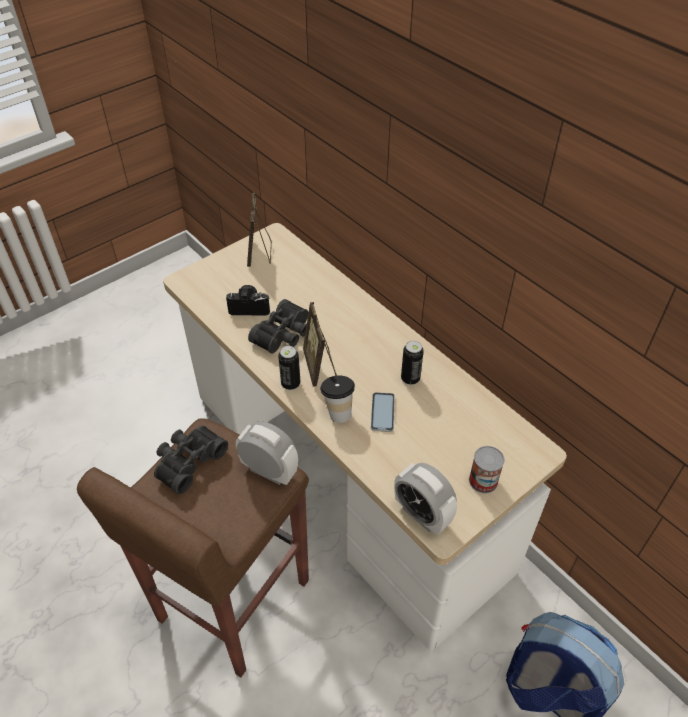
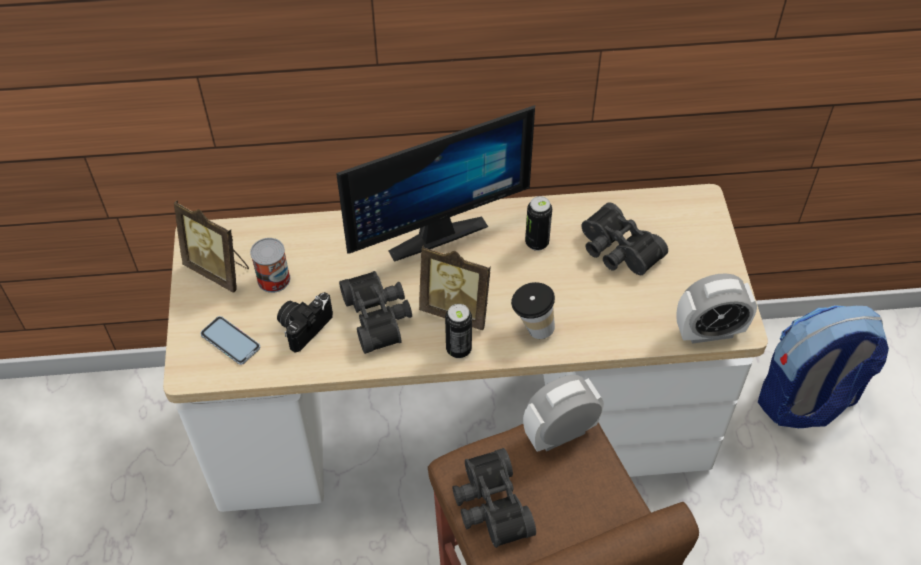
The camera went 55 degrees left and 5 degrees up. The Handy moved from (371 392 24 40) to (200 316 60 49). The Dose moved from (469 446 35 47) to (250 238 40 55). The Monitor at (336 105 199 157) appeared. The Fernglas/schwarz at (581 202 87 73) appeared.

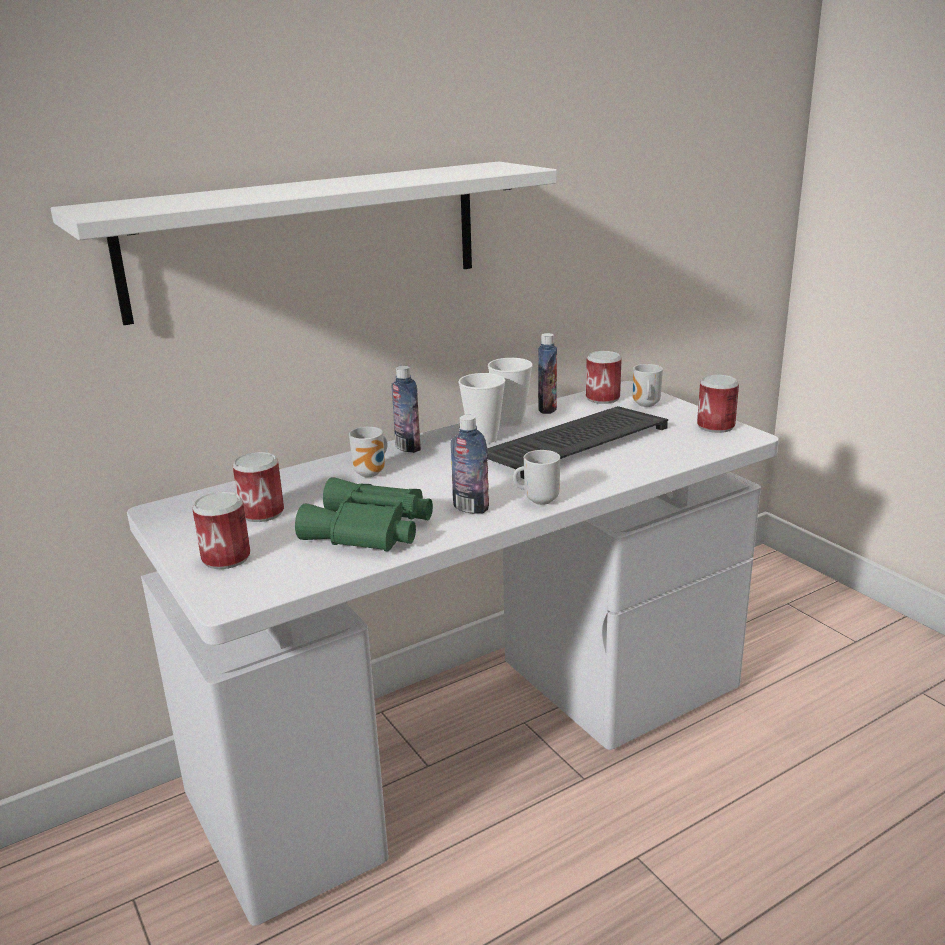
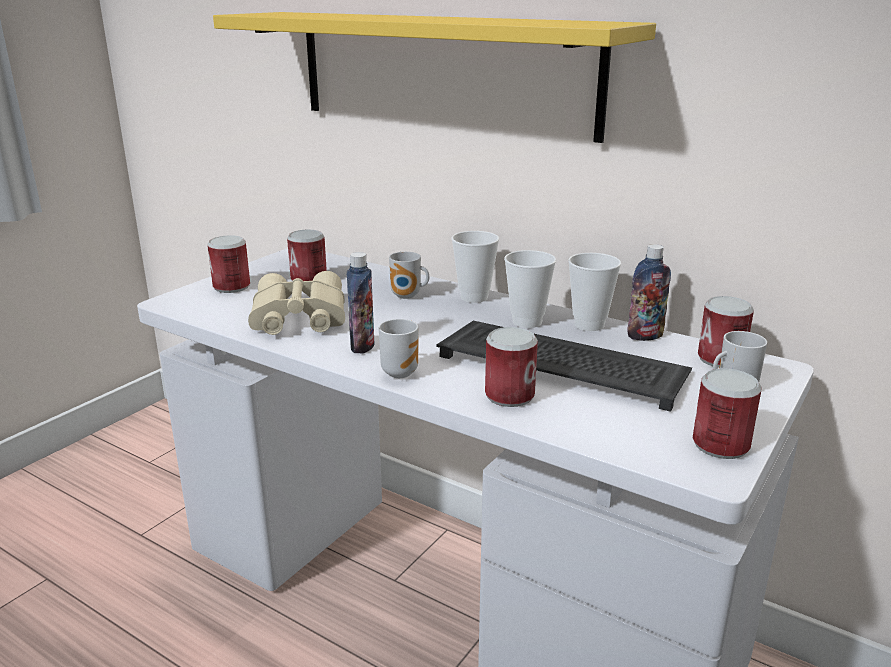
The camera went 65 degrees right and 0 degrees up. The Wandregal/weiß at (51 161 506 164) became the Wandregal/gelb at (213 12 443 131). The Fernglas/grün at (295 477 138 75) became the Fernglas/beige at (248 271 97 64). The Flasche at (391 366 30 87) was replaced by the Tasse at (452 231 47 72). The Dose at (485 327 53 80) appeared.

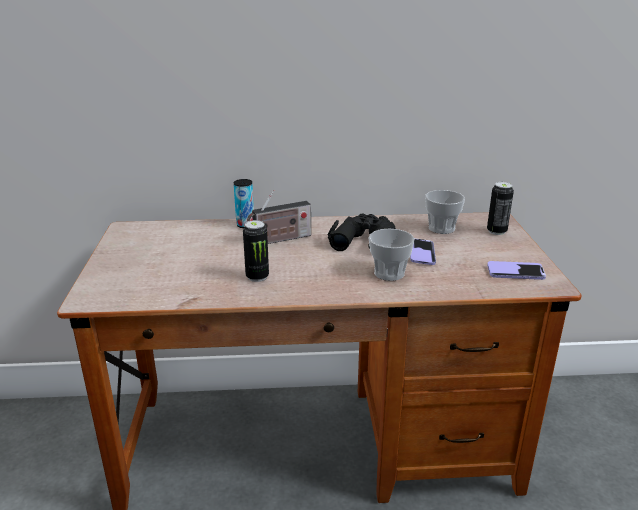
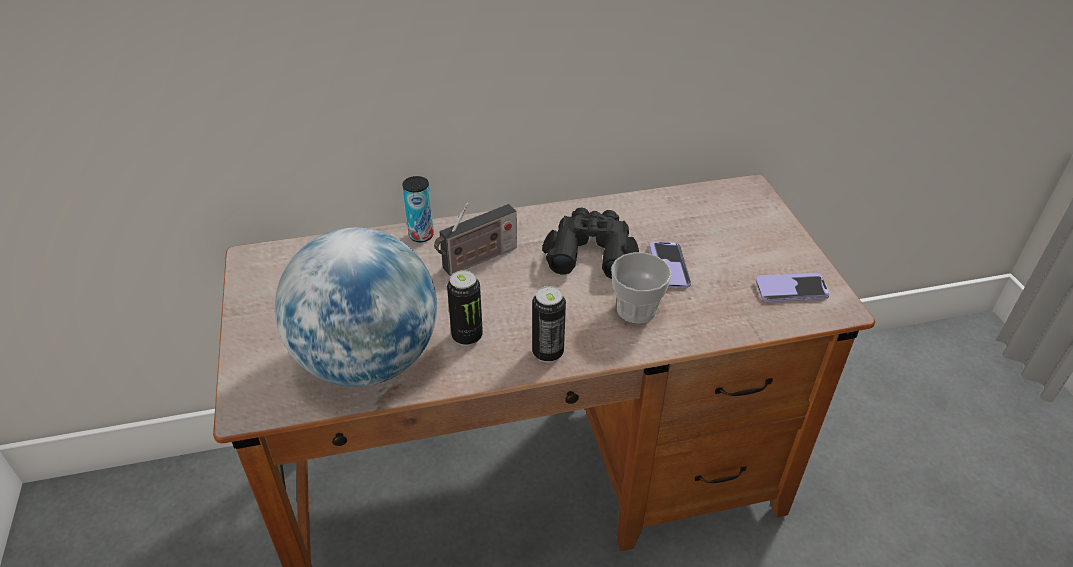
The camera went 10 degrees left and 15 degrees up. The Globus at (275 228 162 159) appeared. The Dose moved from (487 182 27 53) to (532 286 34 77). The Tasse at (425 190 40 44) disappeared.

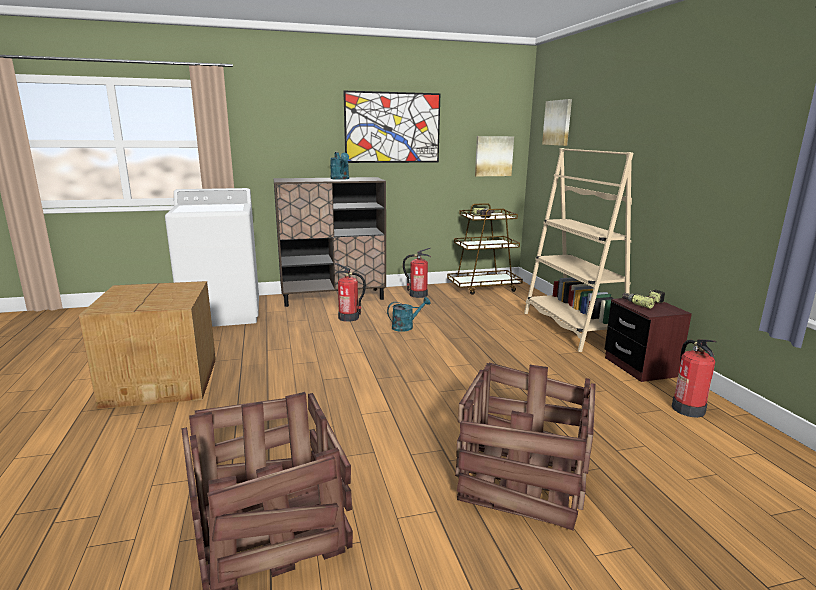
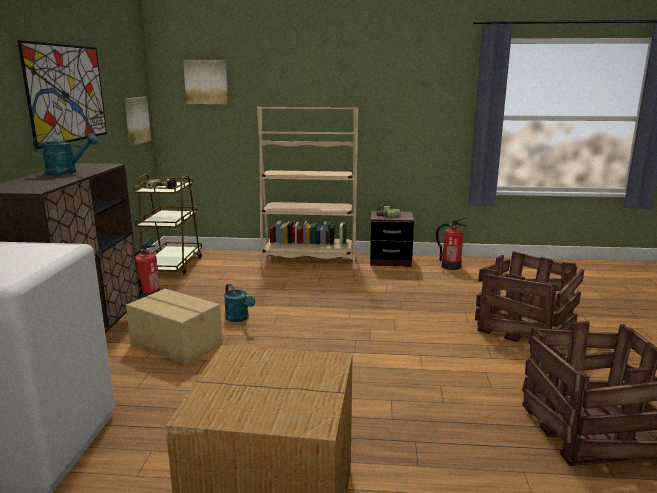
The camera went 70 degrees left and 0 degrees up. The Feuerlöscher at (335 263 31 59) was replaced by the Karton at (126 289 97 76). The Gießkanne/türkis at (387 297 44 35) turned 150 degrees clockwise.

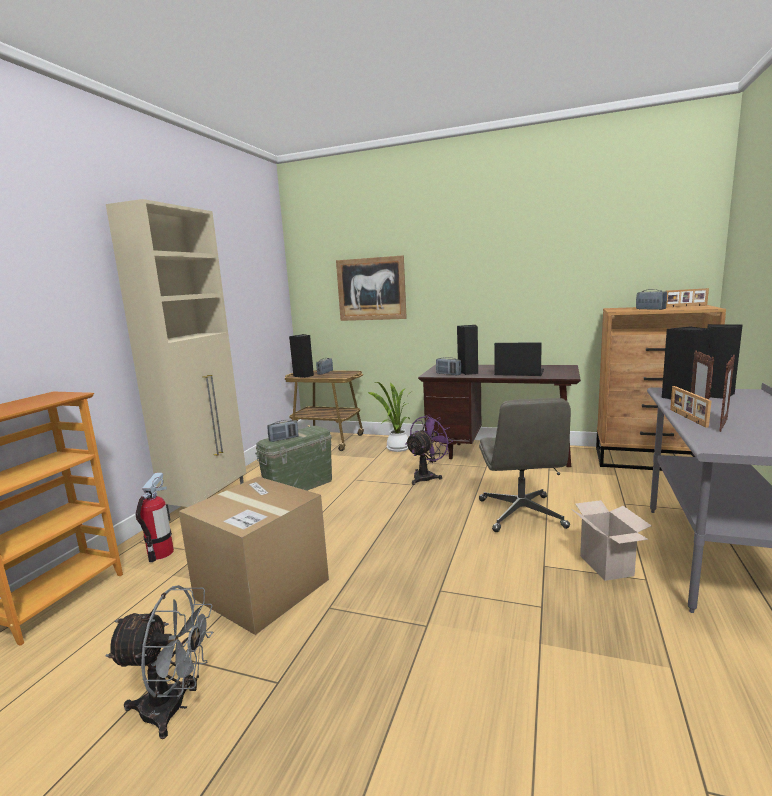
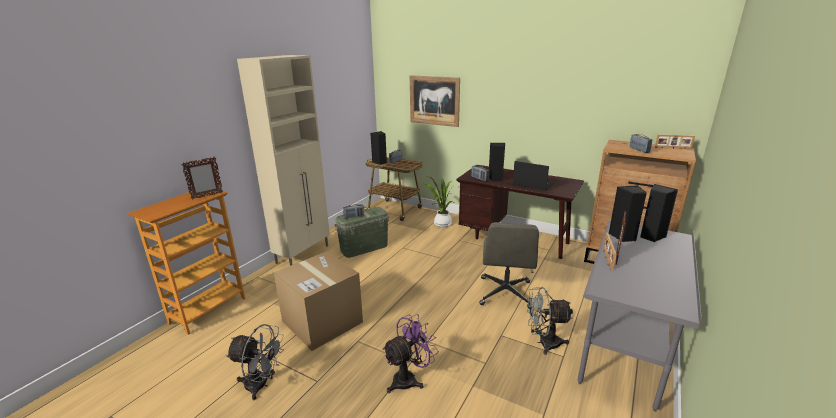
The camera went 10 degrees right and 10 degrees up. The Bilderrahmen moved from (719 355 16 77) to (181 157 42 43). The Ventilator/lila moved from (405 415 48 70) to (382 314 57 79). The Karton at (571 500 81 81) was replaced by the Ventilator/grau at (527 287 46 68). The Feuerlöscher at (135 473 39 89) disappeared.

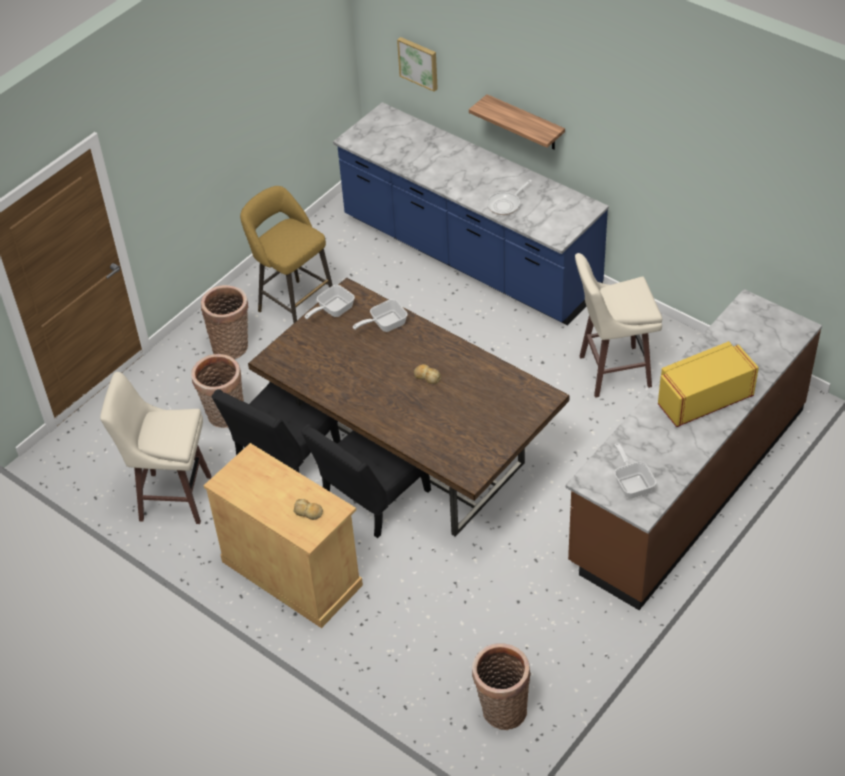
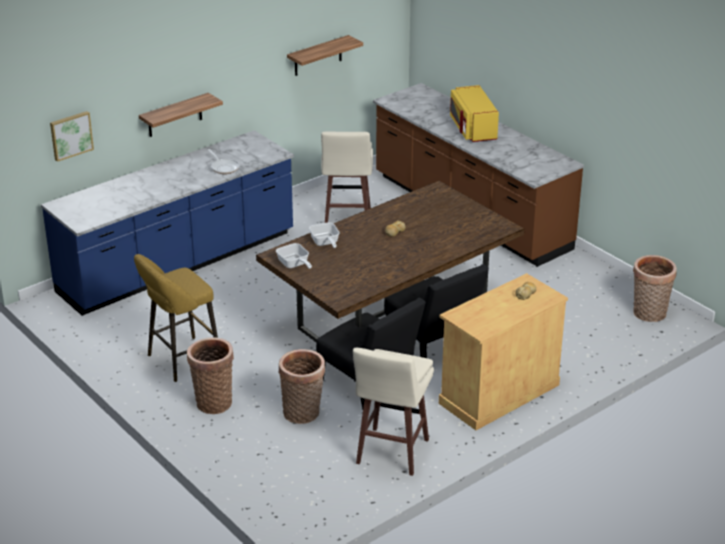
The camera went 80 degrees left and 15 degrees down. The Wandregal at (287 35 76 41) appeared. The Pfanne at (614 443 42 56) disappeared.

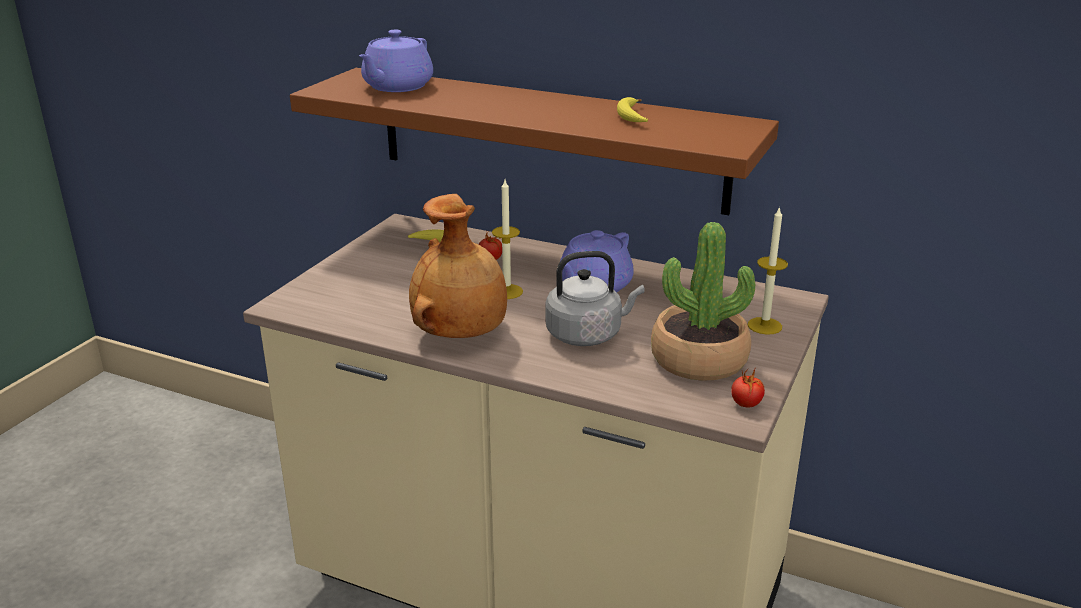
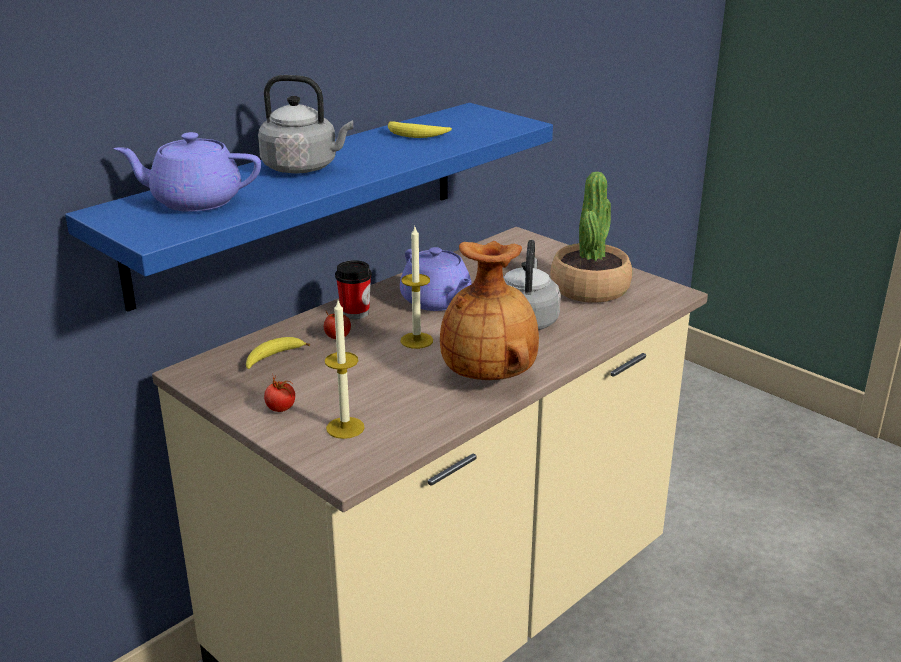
The camera went 70 degrees left and 0 degrees up. The Wandregal/braun at (290 68 489 147) became the Wandregal/blau at (65 103 488 209). The Teekanne/lila at (359 30 74 62) turned 135 degrees clockwise. The Wasserkessel/grau at (258 75 95 98) appeared. The Tomate moved from (731 368 34 39) to (264 376 31 36). The Kerze moved from (748 206 40 129) to (325 301 40 138). The Tasse at (335 260 37 59) appeared.

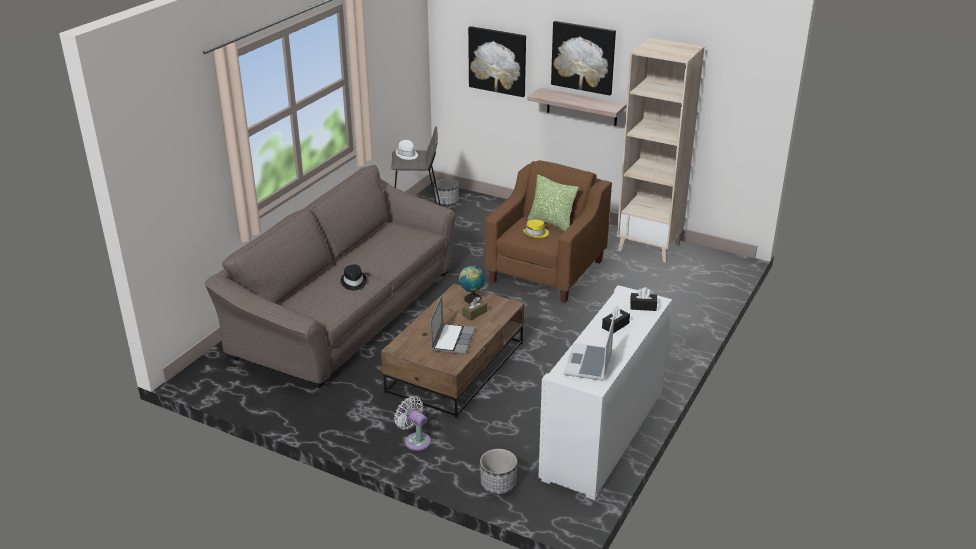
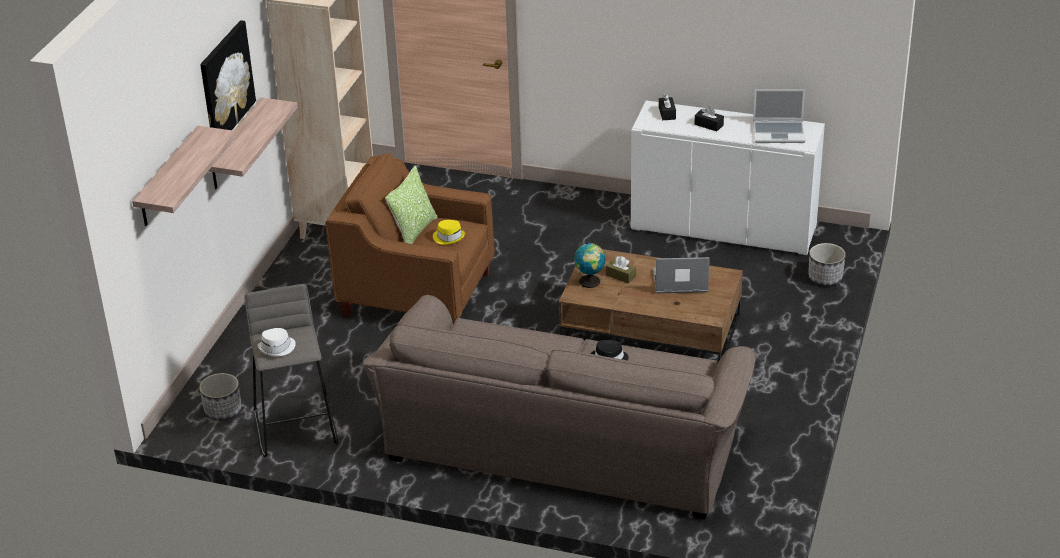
The camera went 100 degrees left and 5 degrees up. The Bild at (468 26 58 71) was replaced by the Wandregal at (132 126 105 100). The Ventilator/weiß at (394 396 37 55) disappeared.

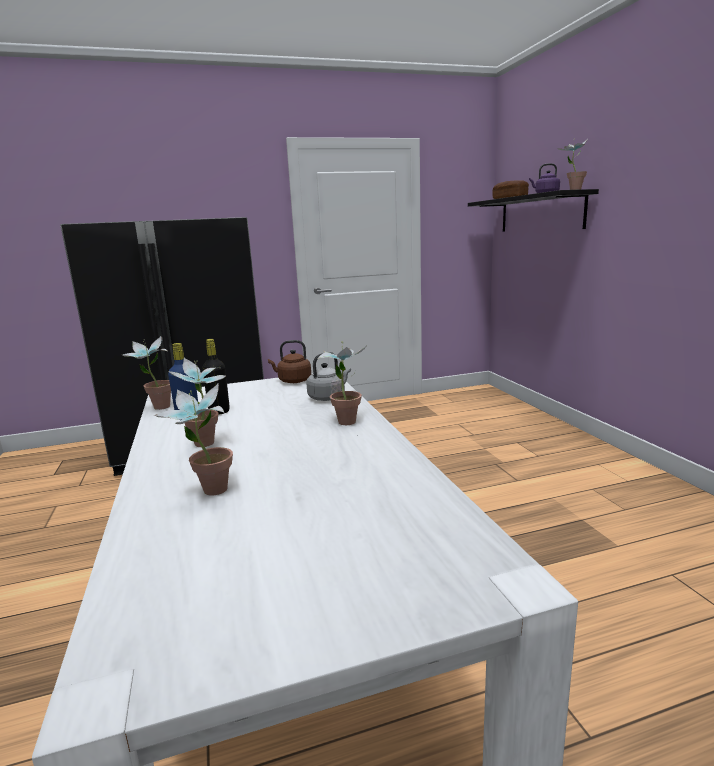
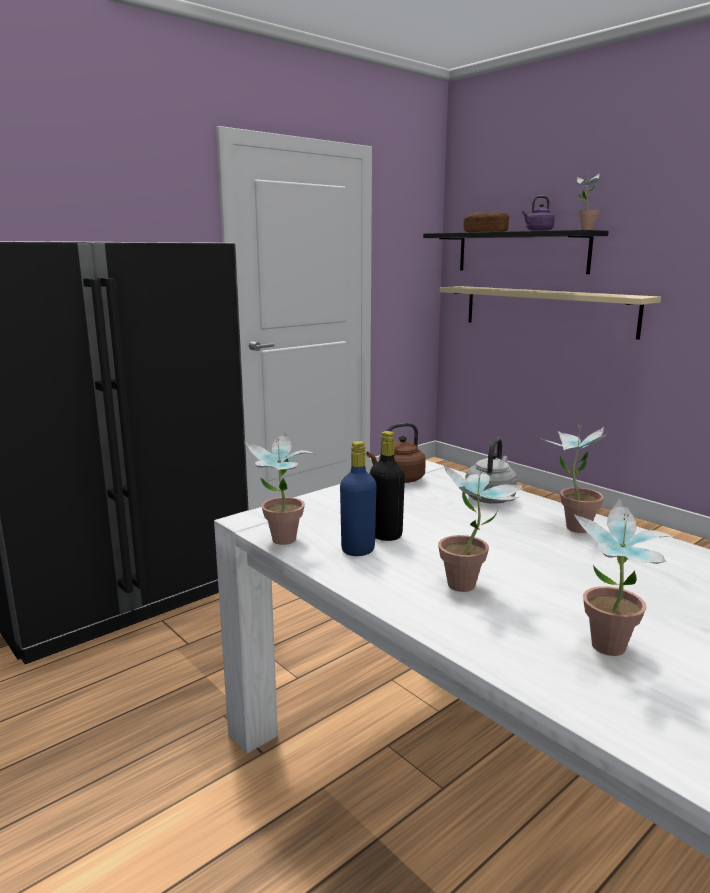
The camera went 25 degrees left and 0 degrees up. The Wandregal/beige at (440 286 221 54) appeared.

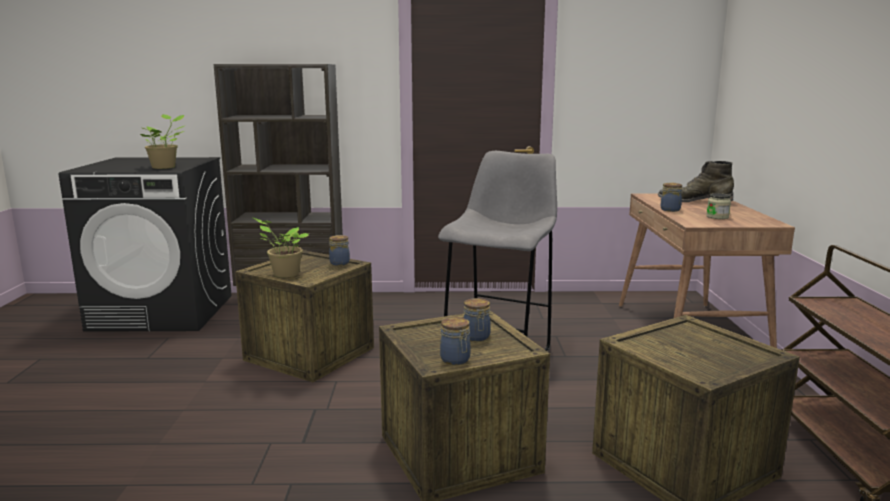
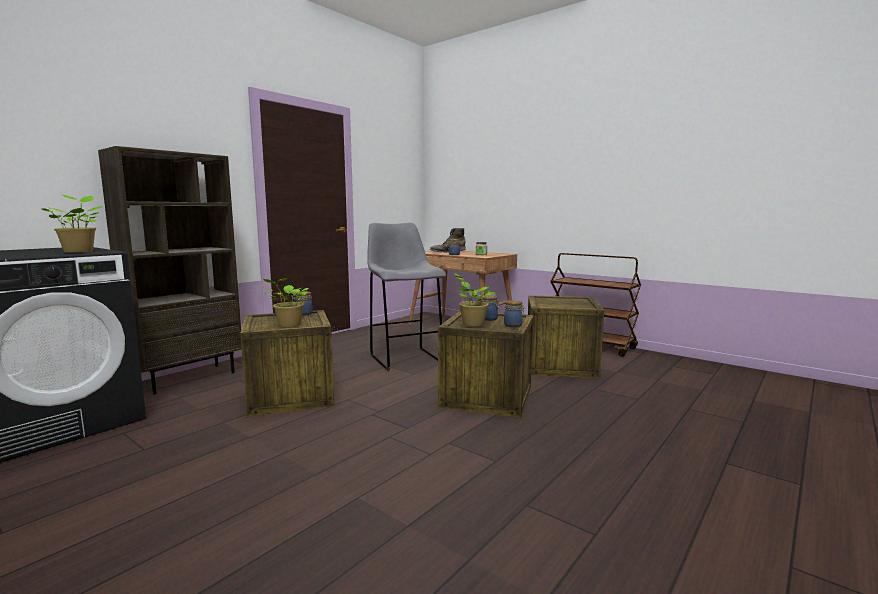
The camera went 50 degrees left and 5 degrees down. The Topfpflanze at (454 273 41 54) appeared.

